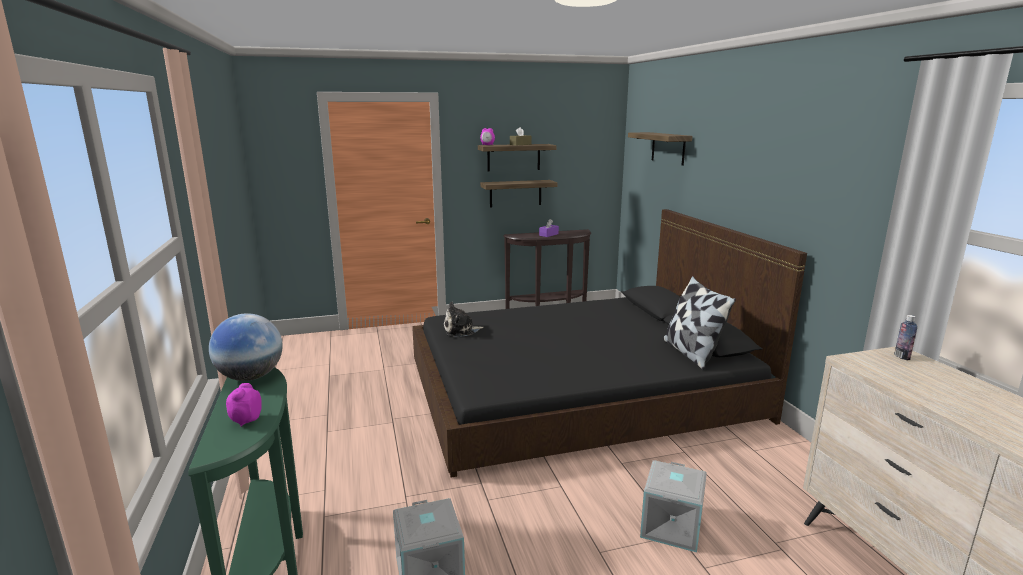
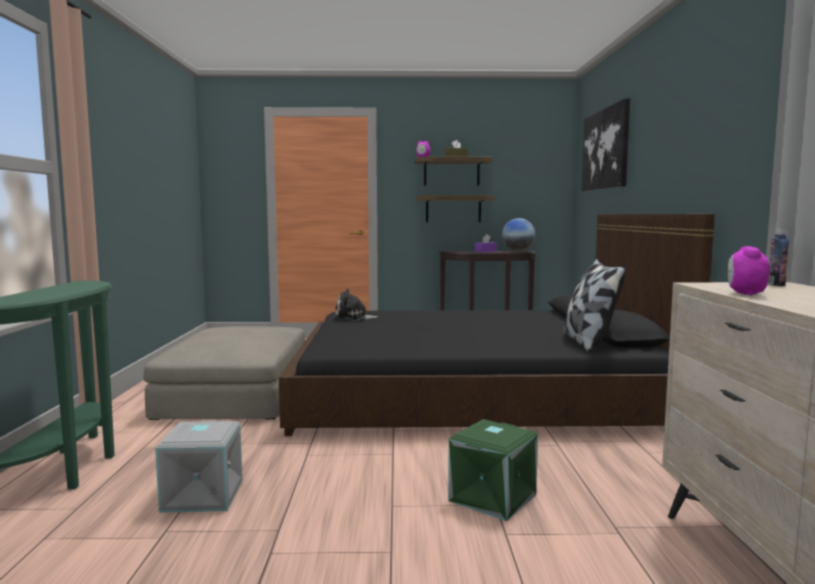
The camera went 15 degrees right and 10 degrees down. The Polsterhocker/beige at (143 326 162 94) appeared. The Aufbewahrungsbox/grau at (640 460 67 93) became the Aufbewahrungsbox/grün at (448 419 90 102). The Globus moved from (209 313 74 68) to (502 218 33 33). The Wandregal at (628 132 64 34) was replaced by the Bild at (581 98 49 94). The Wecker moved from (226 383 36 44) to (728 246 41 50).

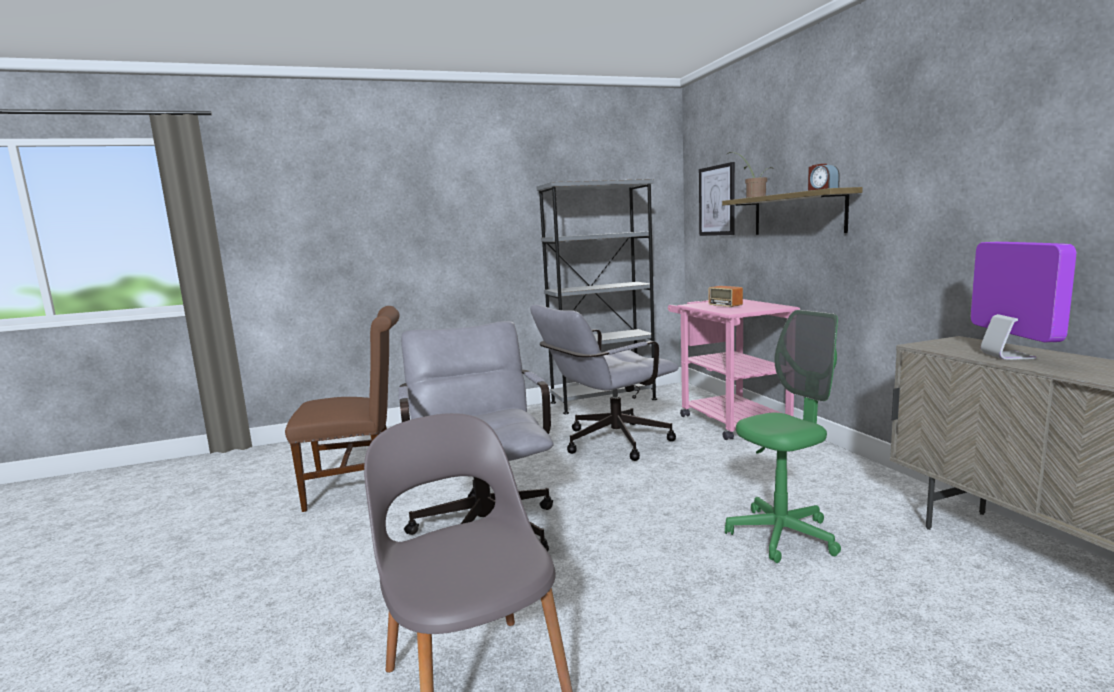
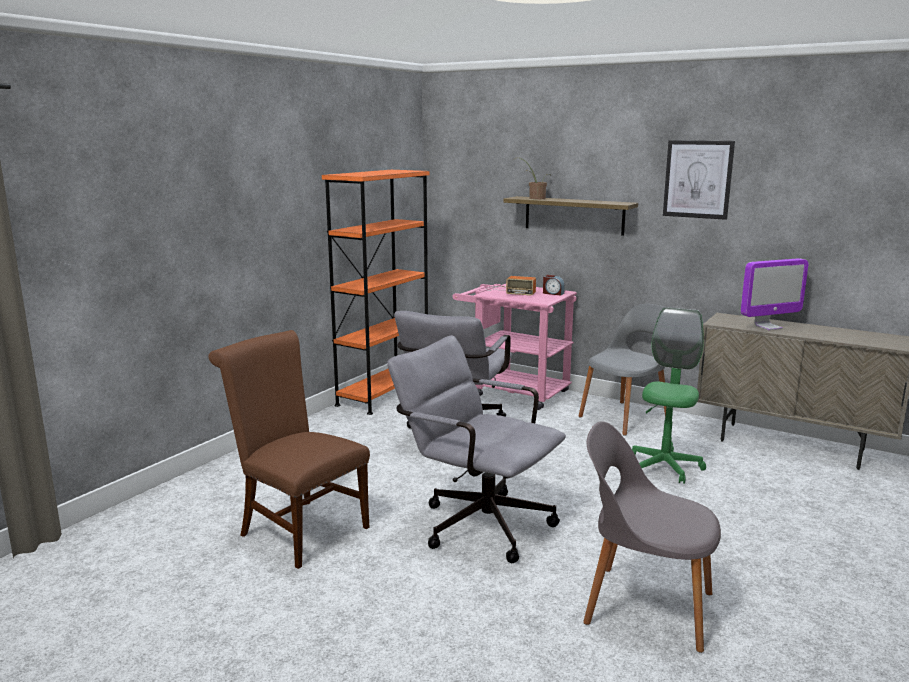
The camera went 40 degrees left and 5 degrees up. The Stuhl/braun at (285 306 115 206) turned 90 degrees counterclockwise. The Bücherregal/grau at (537 179 120 235) became the Bücherregal/orange at (322 170 108 245). The Wecker moved from (808 164 32 27) to (543 275 22 20). The Stuhl/grau at (578 304 89 132) appeared. The Bild moved from (699 162 36 74) to (663 140 72 80). The Monitor at (971 242 105 118) turned 105 degrees clockwise.

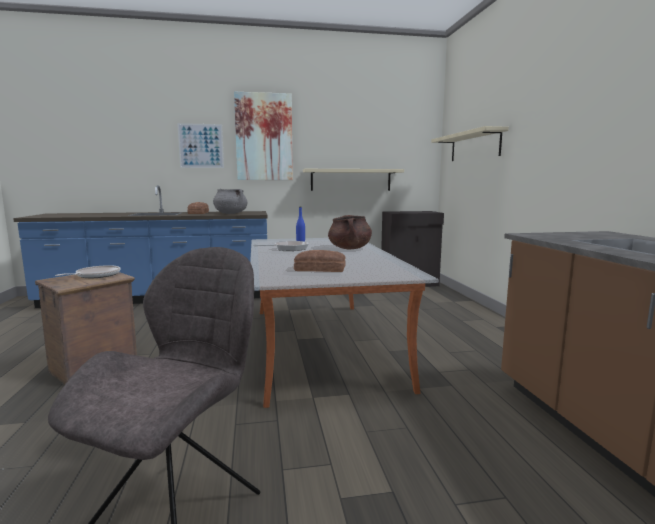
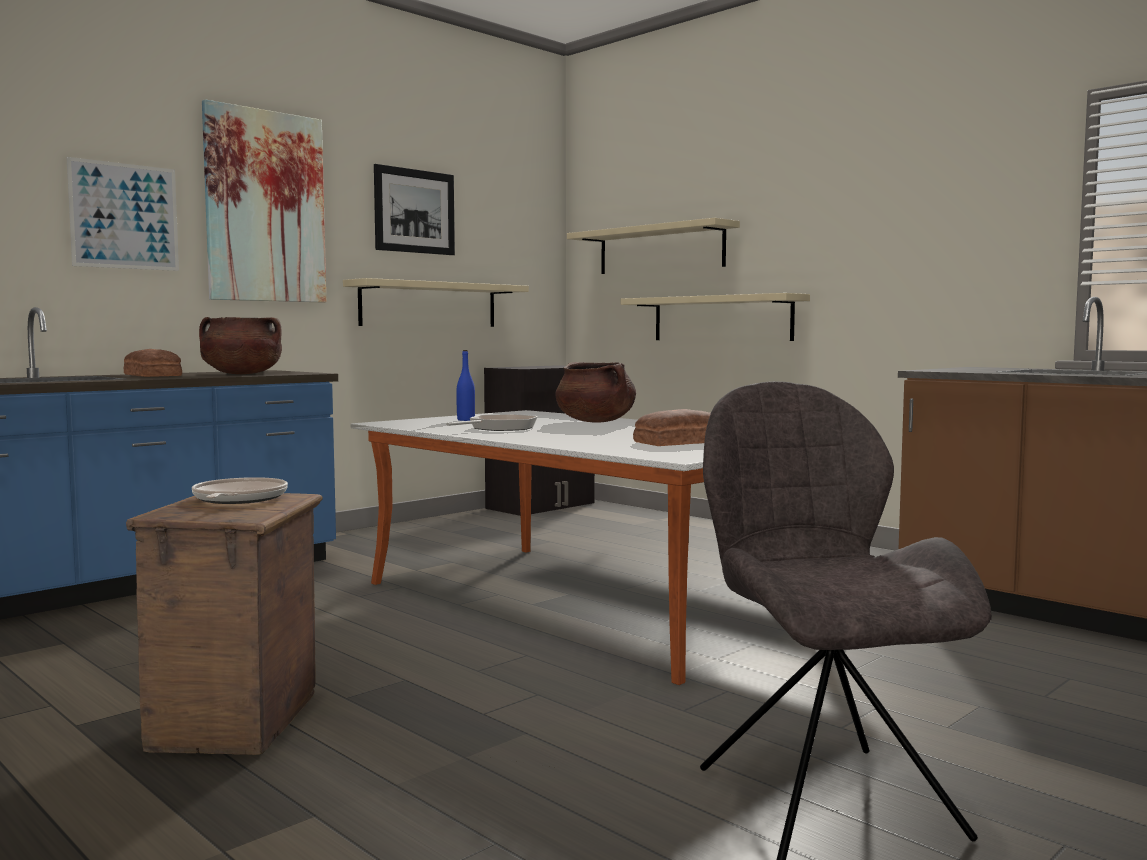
The camera went 35 degrees left and 5 degrees down. The Kochtopf/grau at (213 189 34 25) became the Kochtopf/braun at (199 317 83 57). The Bild at (374 164 81 91) appeared. The Wandregal/beige at (620 293 190 48) appeared.

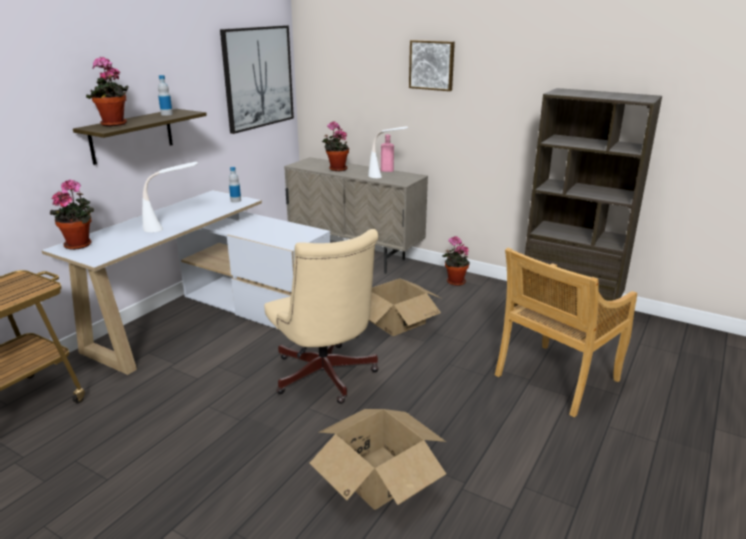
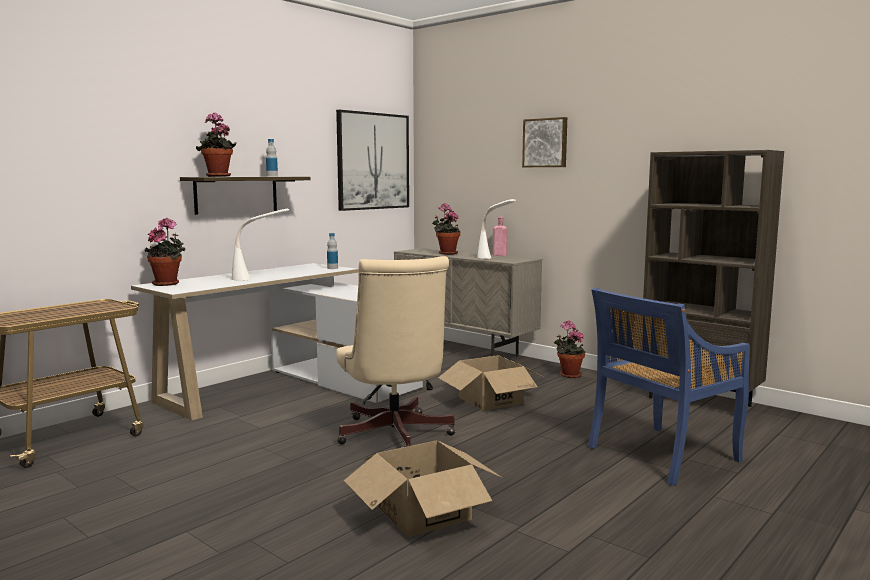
The camera went 10 degrees right and 15 degrees down. The Stuhl/beige at (495 248 142 169) became the Stuhl/blau at (588 287 162 198).

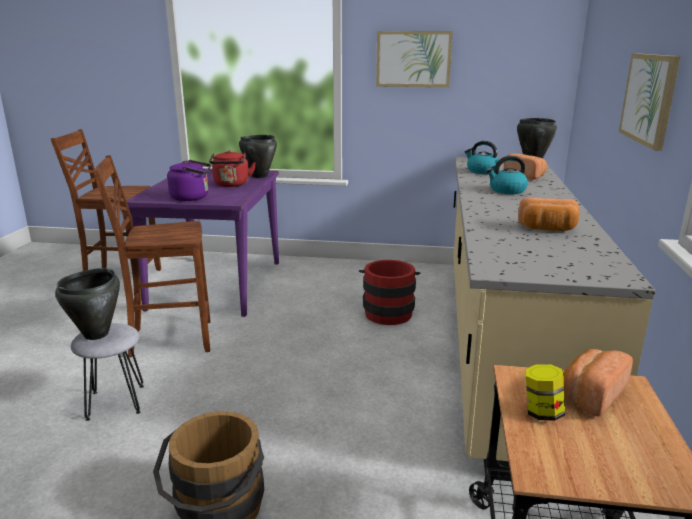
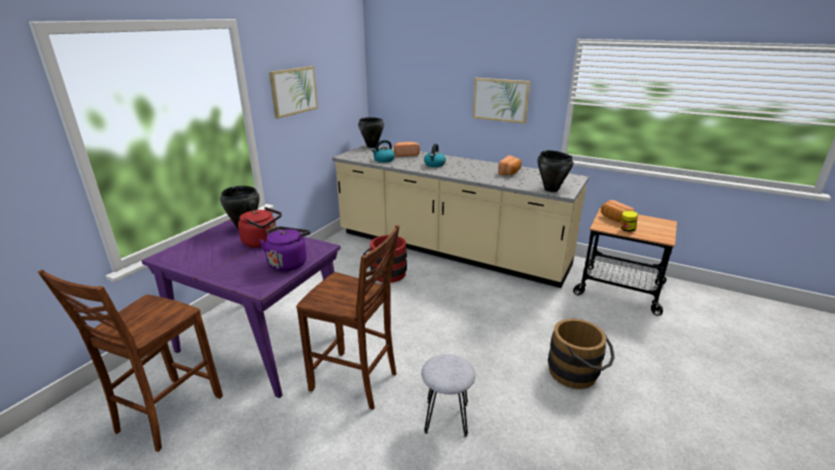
The camera went 70 degrees left and 5 degrees up. The Stuhl/braun at (93 155 117 203) turned 75 degrees counterclockwise. The Kochtopf/schwarz moved from (55 268 65 72) to (538 150 35 42).

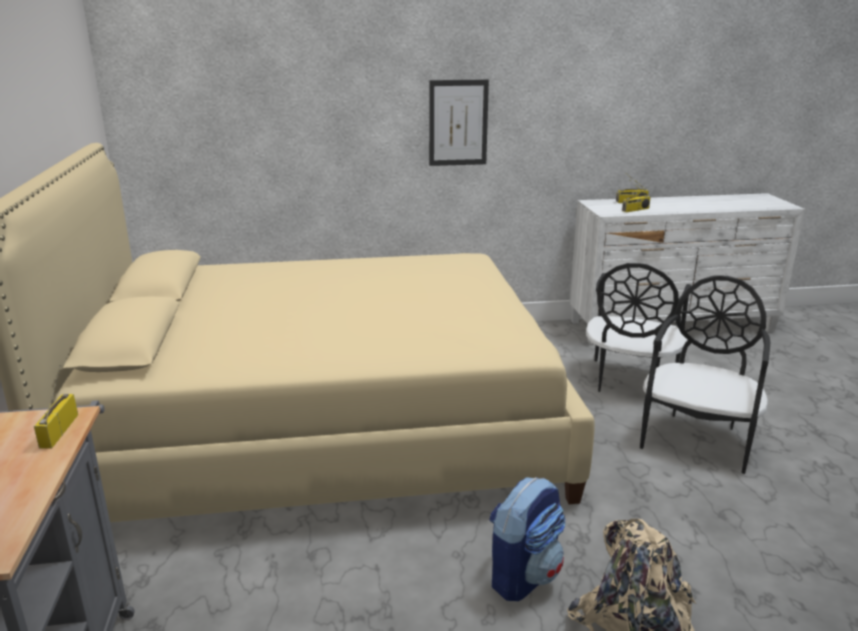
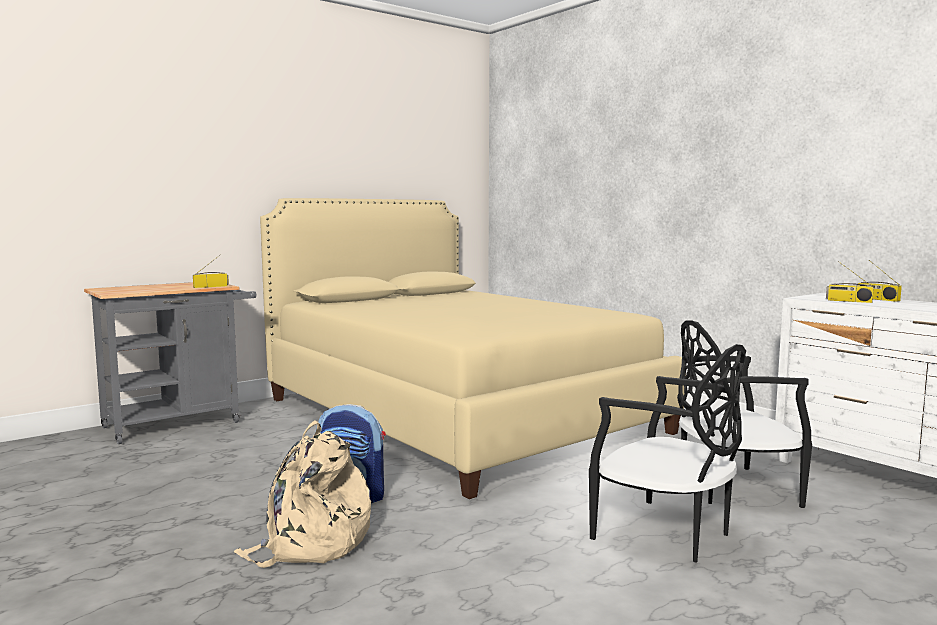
The camera went 60 degrees right and 15 degrees down. The Stuhl/schwarz at (640 276 131 198) turned 45 degrees clockwise. The Bild at (429 80 60 86) disappeared.

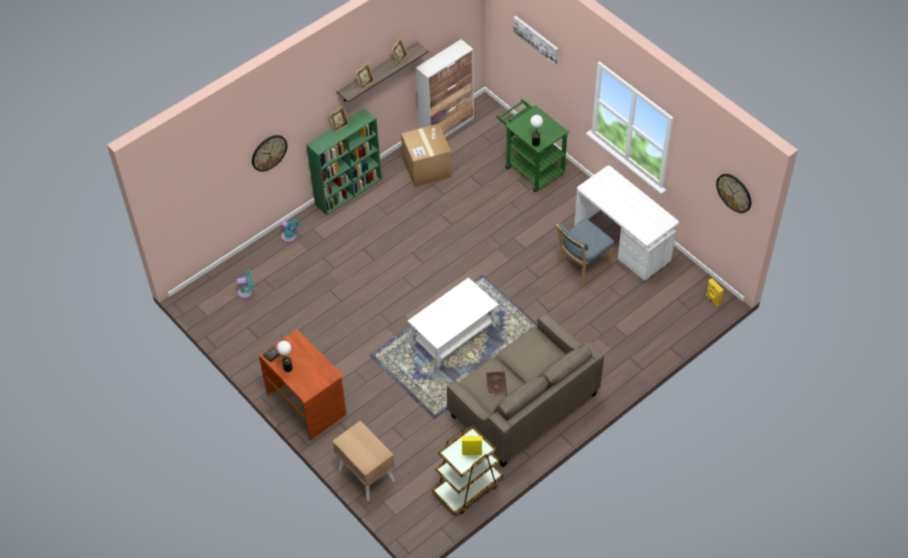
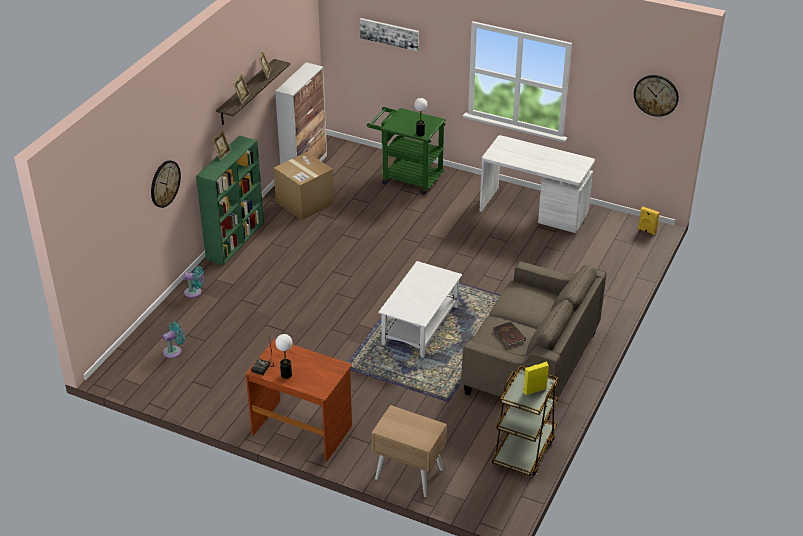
The camera went 25 degrees left and 15 degrees down. The Stuhl/blau at (556 218 58 66) disappeared.

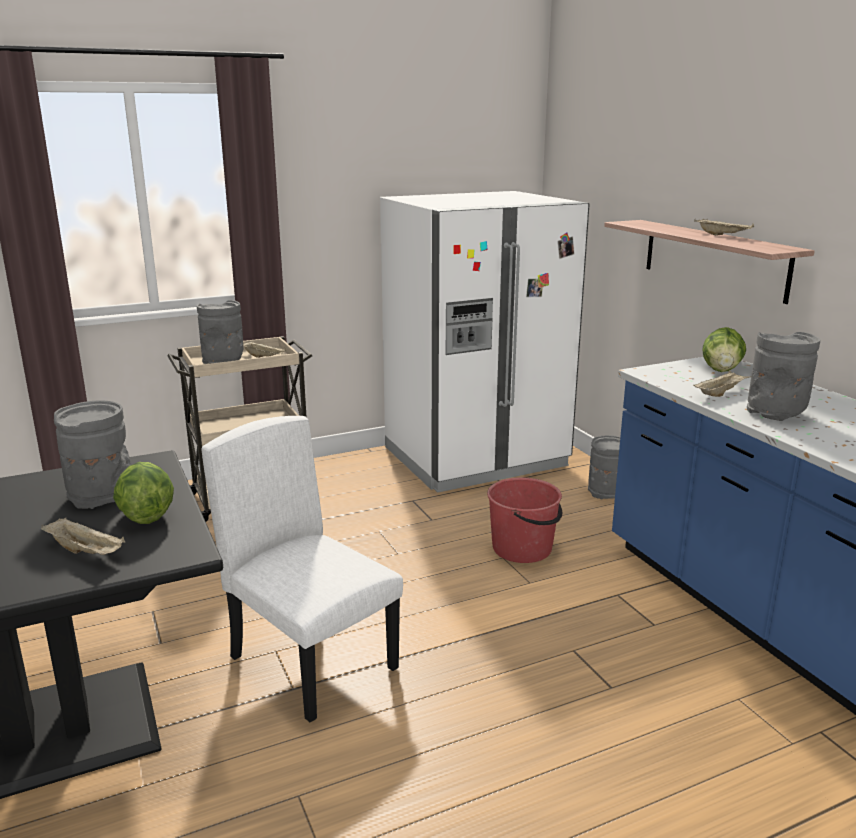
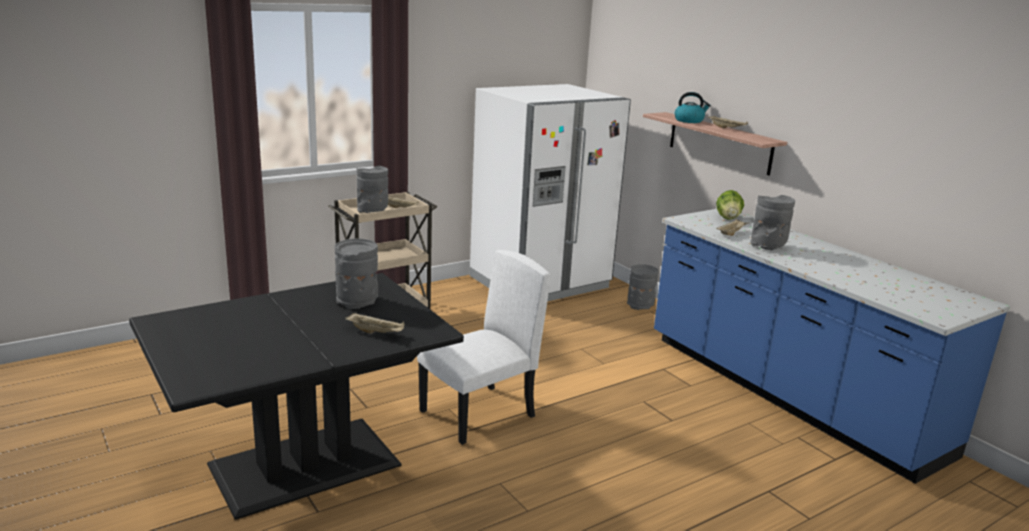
The camera went 10 degrees left and 0 degrees up. The Stuhl/weiß at (201 416 202 307) turned 105 degrees clockwise. The Wasserkessel at (675 92 36 31) appeared. The Salatkopf at (113 462 61 62) disappeared. The Eimer/rot at (487 478 75 85) disappeared.

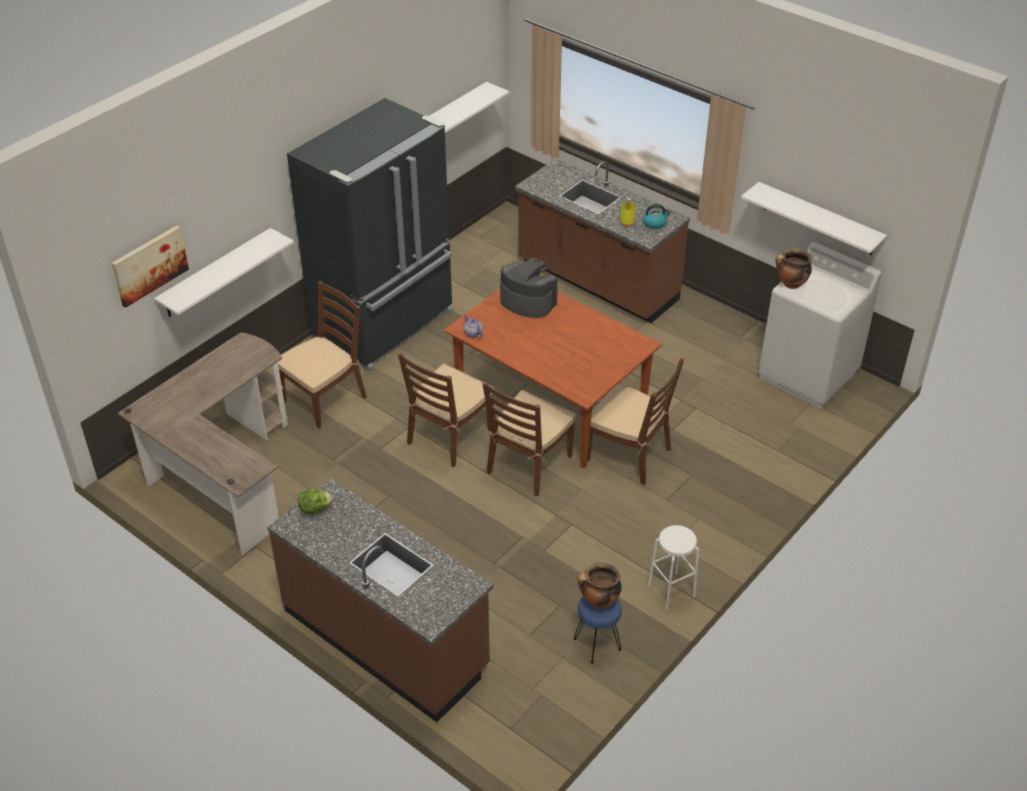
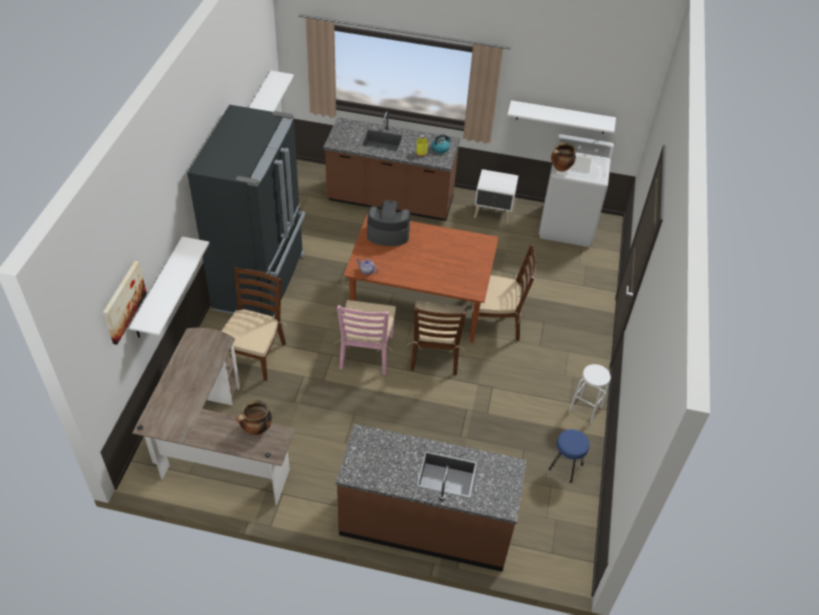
The camera went 30 degrees left and 5 degrees up. The Kochtopf moved from (577 562 44 47) to (237 400 35 35). The Stuhl/braun at (398 353 96 114) became the Stuhl/rosa at (335 300 61 75). The Nachttisch/weiß at (474 169 44 55) appeared. The Salatkopf at (298 489 35 26) disappeared.

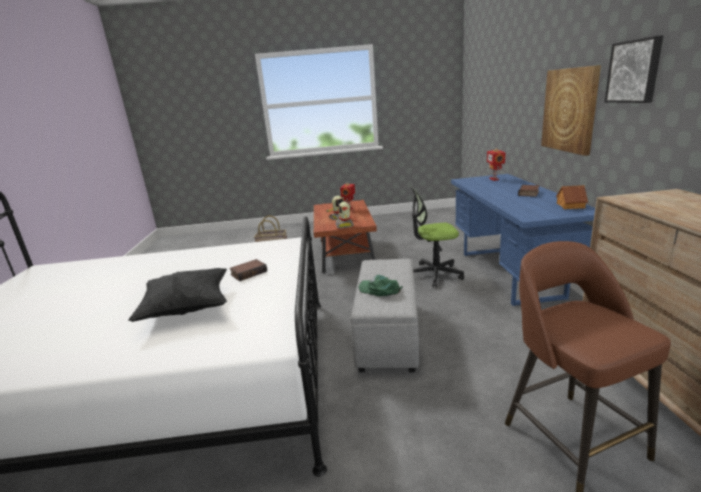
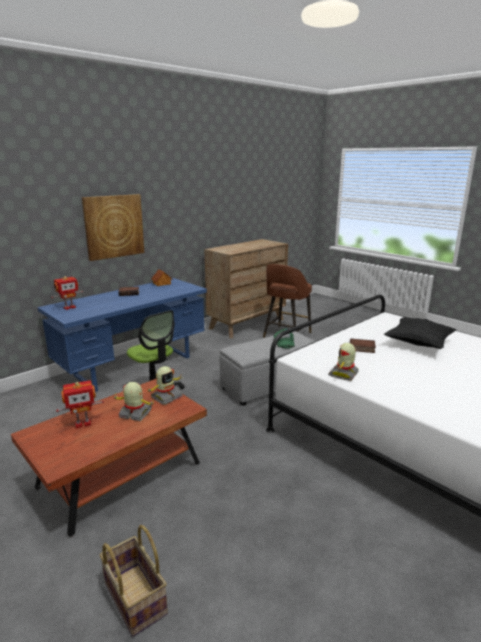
The camera went 130 degrees left and 0 degrees up. The Spielzeugroboter at (328 343 31 38) appeared. The Bild at (605 35 58 68) disappeared.

